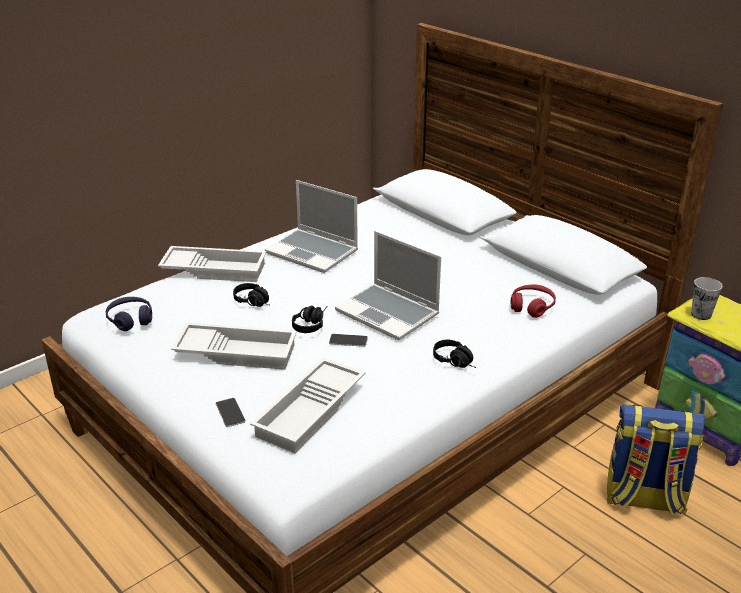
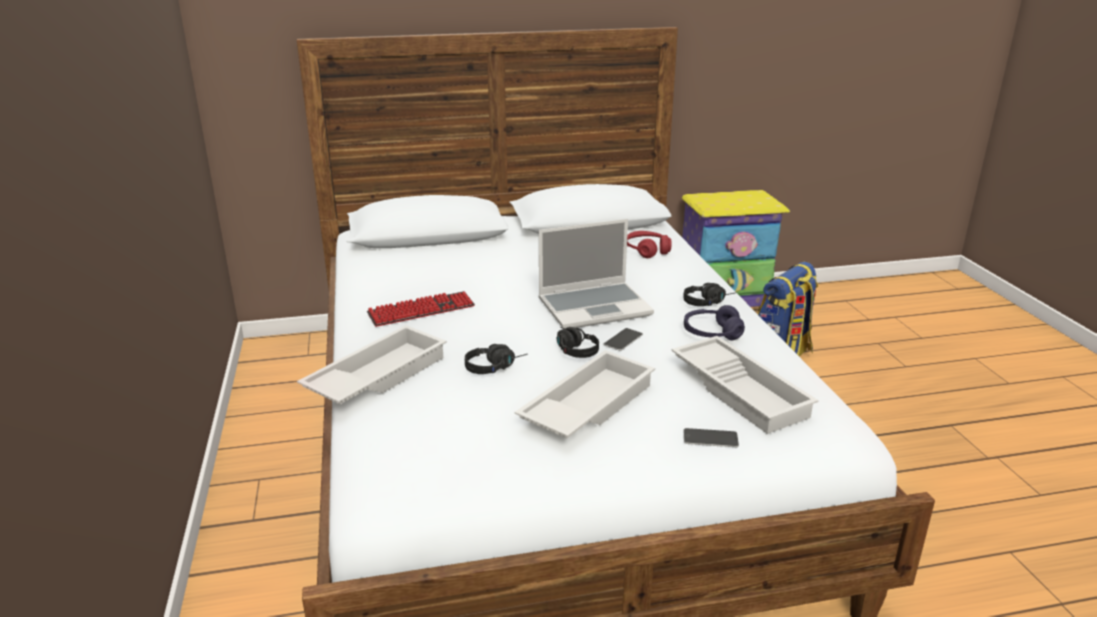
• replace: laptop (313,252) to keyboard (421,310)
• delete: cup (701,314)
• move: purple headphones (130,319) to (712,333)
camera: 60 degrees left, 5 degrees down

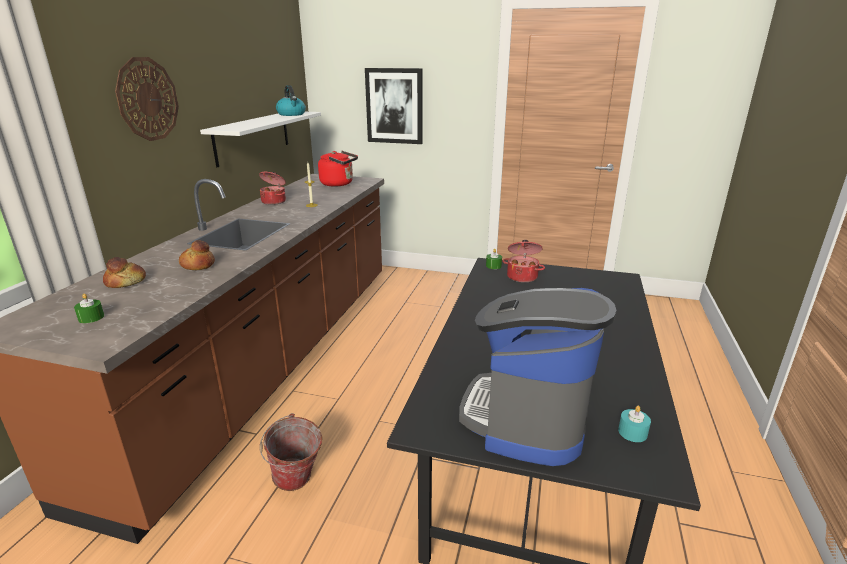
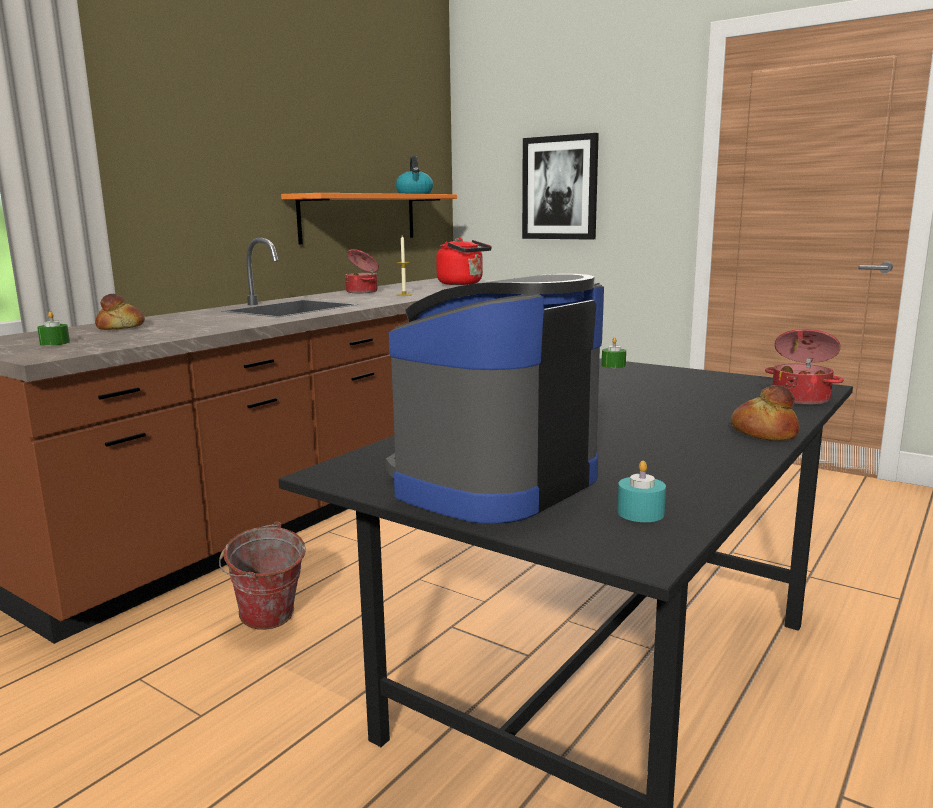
• delete: wall clock (147,99)
• recolor: white shelf (253,137) to orange shelf (359,217)
• move: bread (198,265) to (764,433)
• move: cooking pot (522,276) to (801,398)
camera: 20 degrees right, 10 degrees down

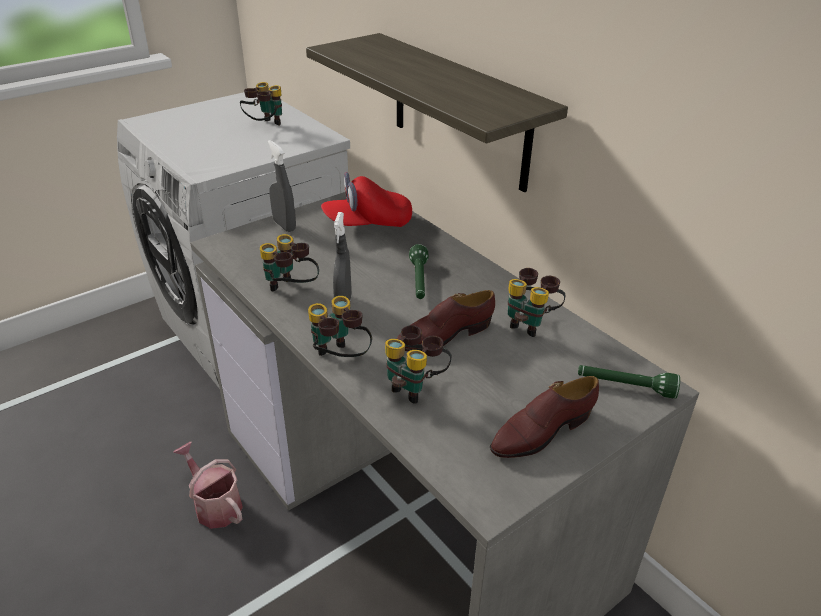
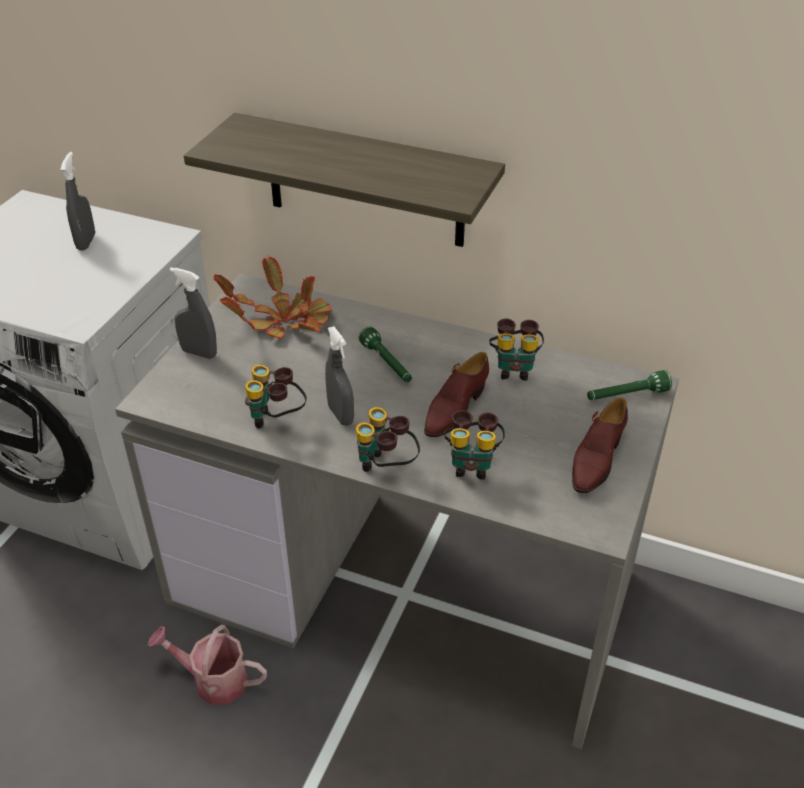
• replace: binoculars (265,126) to grey spray bottle (86,242)
• replace: red cap (367,224) to potted plant (283,320)
camera: 30 degrees left, 5 degrees up

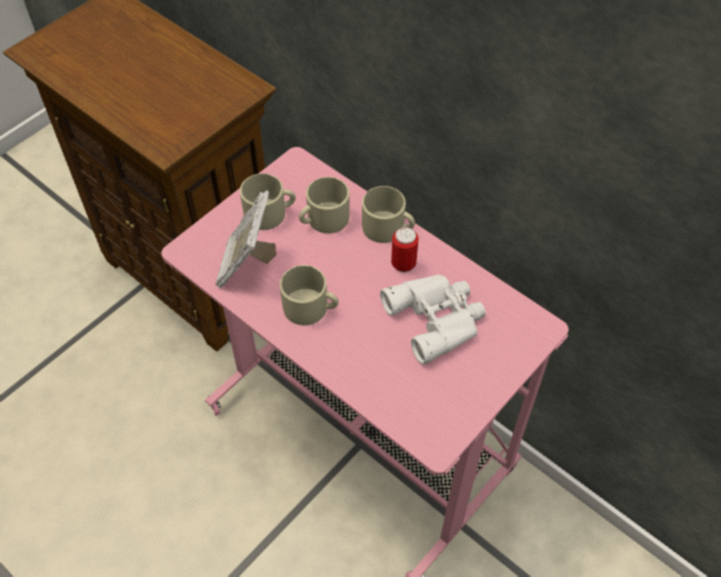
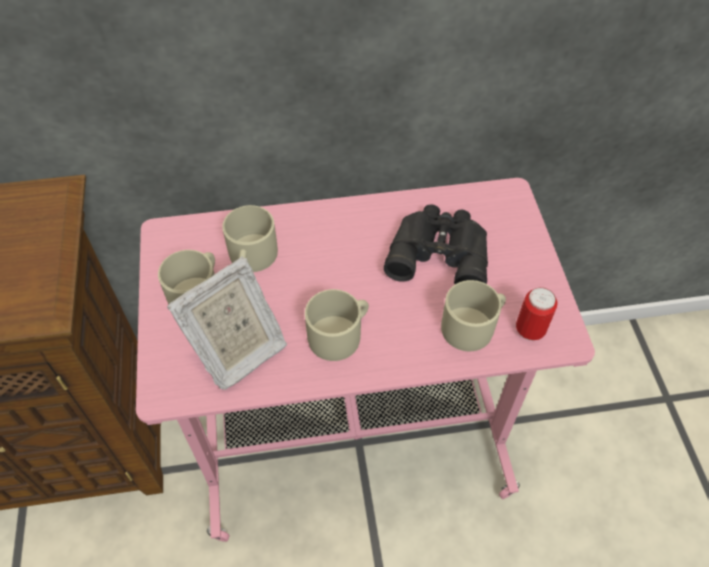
• move: beige mug (388,228) to (473,325)
• rotate: picture frame (247,265) = (237,352) 90 degrees counterclockwise
• move: can (403,264) to (530,330)
• recolor: white binoculars (437,318) to black binoculars (439,251)
camera: 50 degrees left, 0 degrees up

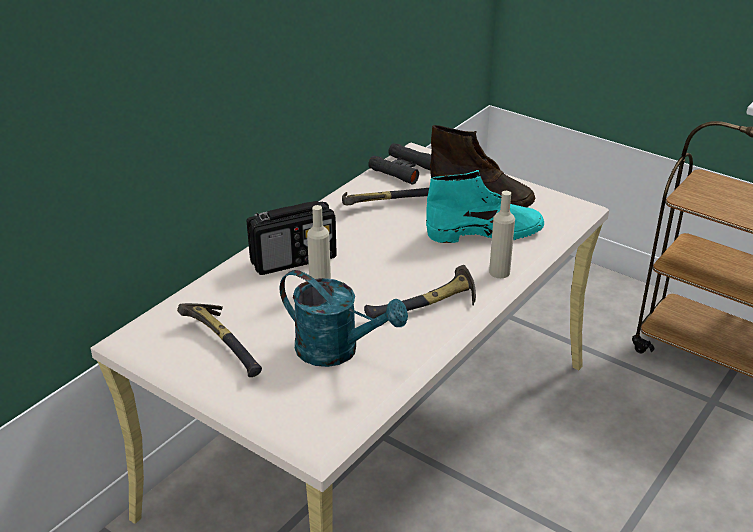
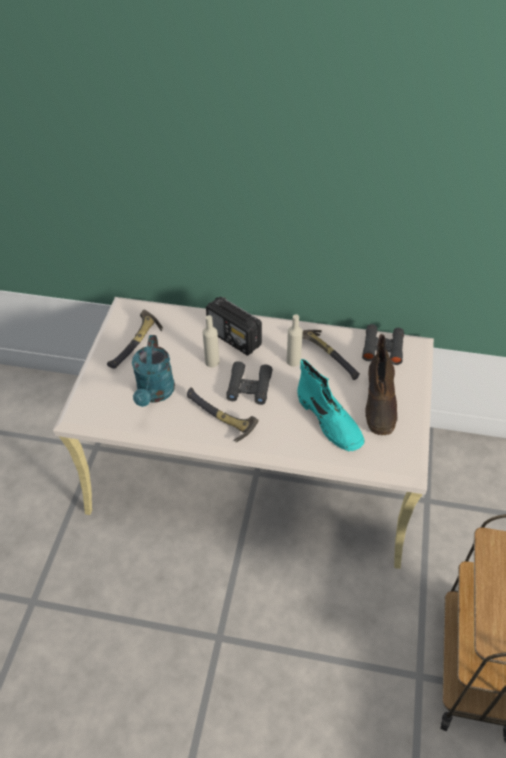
• move: beige bottle (499,272) to (293,361)
• insert: black binoculars (249,387)
camera: 65 degrees right, 15 degrees up

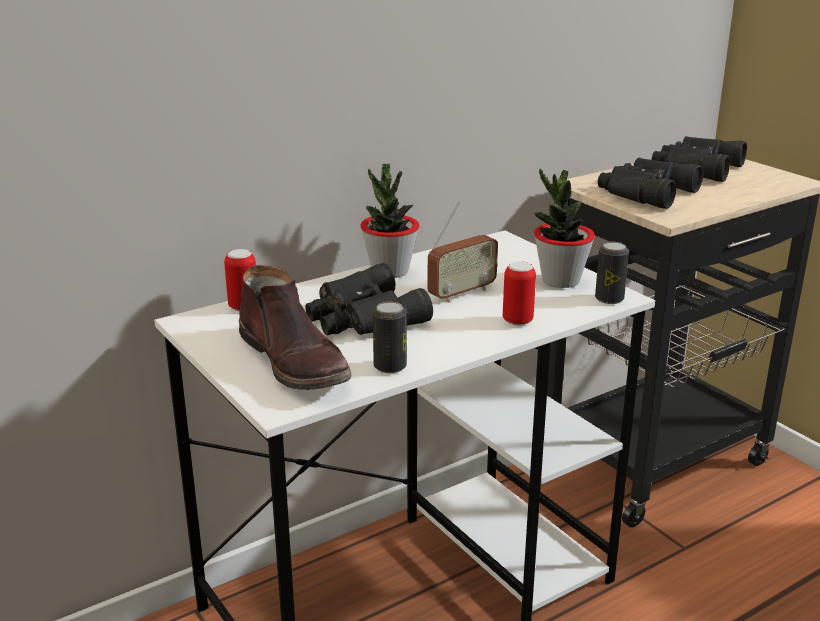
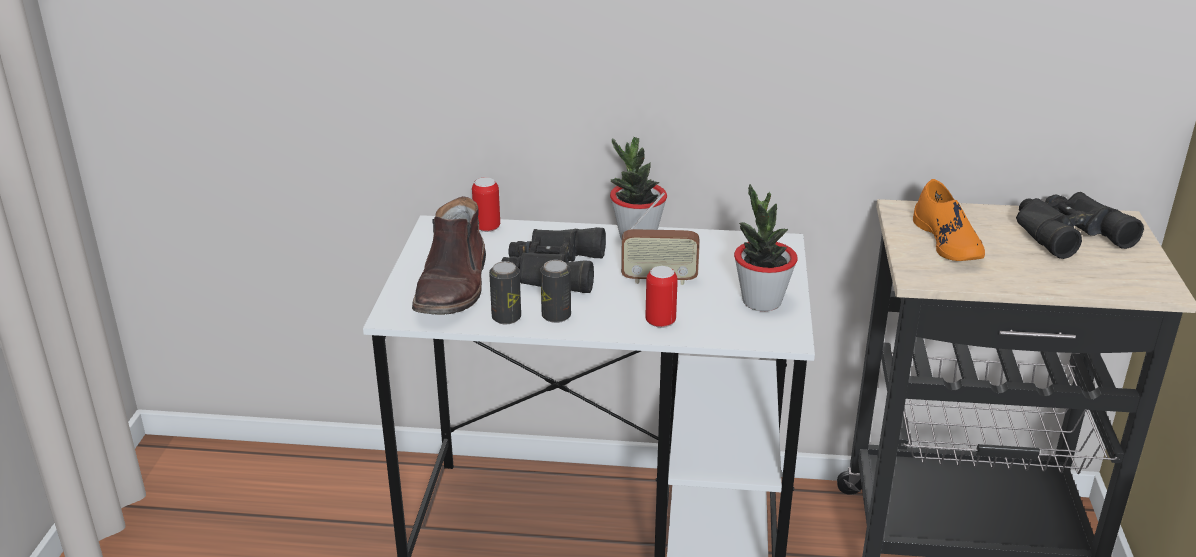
• replace: black binoculars (643,192) to orange shoe (948,241)
• move: can (609,299) to (556,316)
camera: 40 degrees right, 5 degrees up

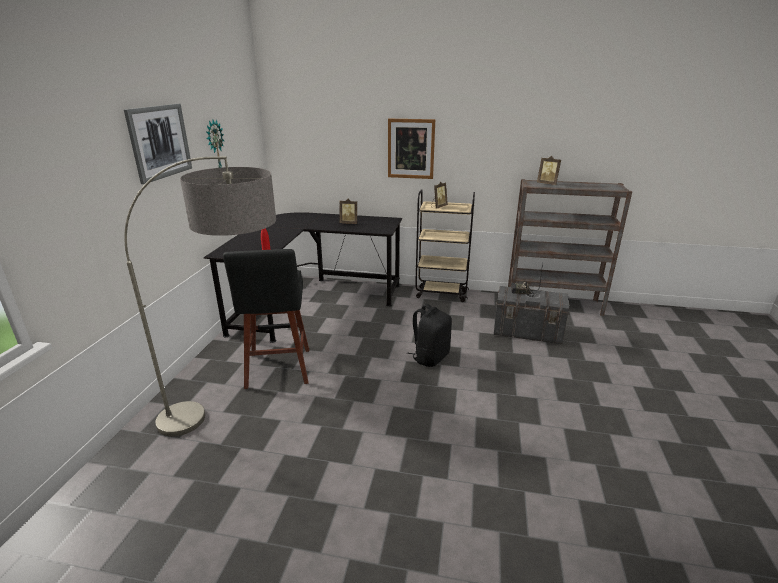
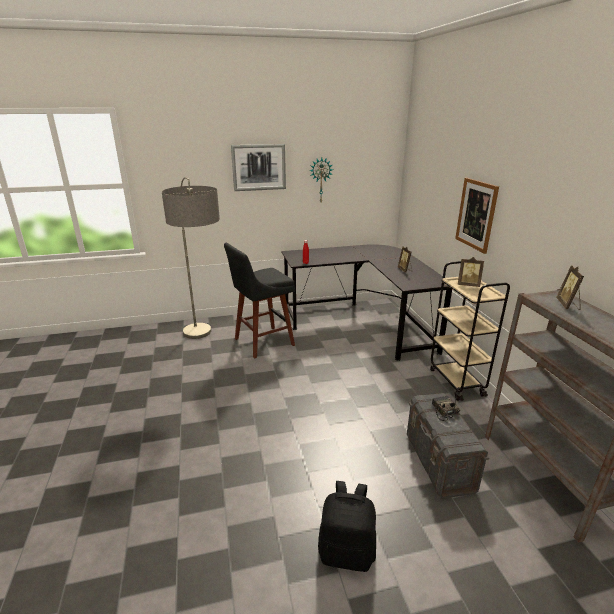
• move: black backpack (430,357) to (347,552)
camera: 65 degrees right, 0 degrees up

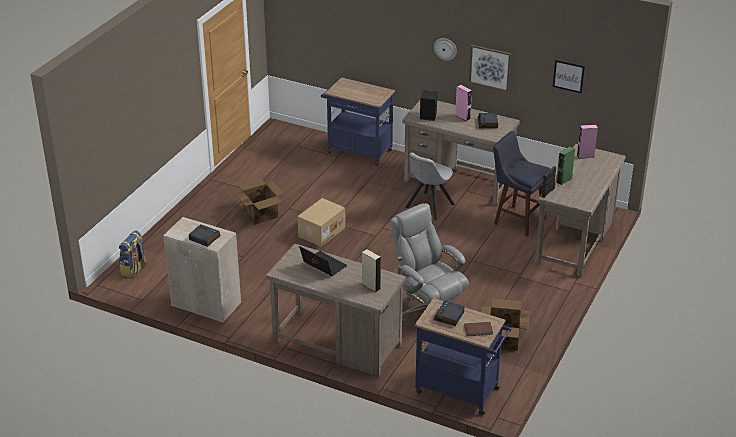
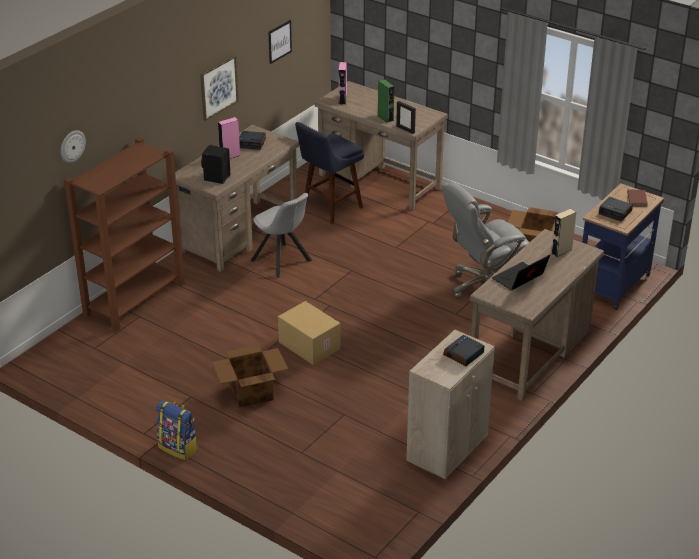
• move: wall clock (445,48) to (72,146)
• replace: blue cart (357,151) to brown bookcase (134,299)
• move: backpack (134,269) to (179,448)
camera: 80 degrees left, 0 degrees up

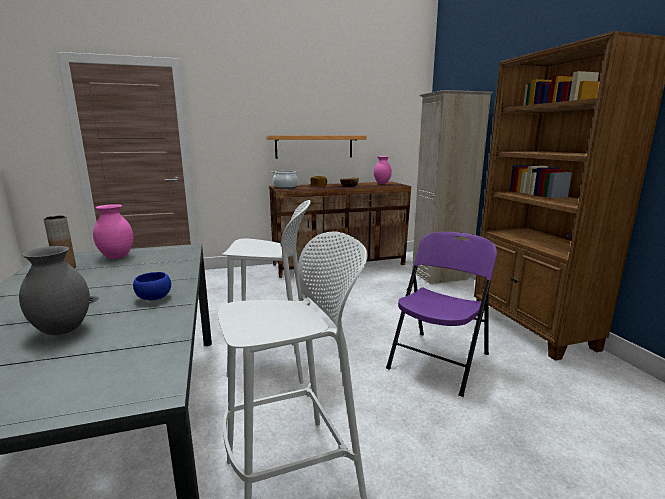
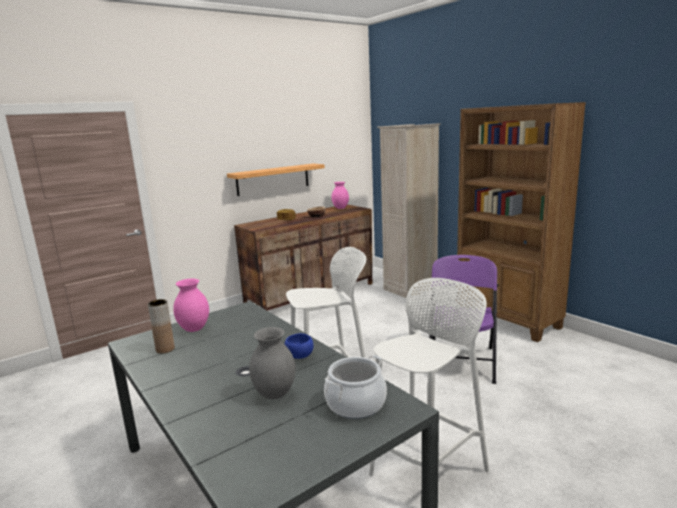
• move: cooking pot (286,187) to (356,404)
camera: 20 degrees left, 0 degrees up

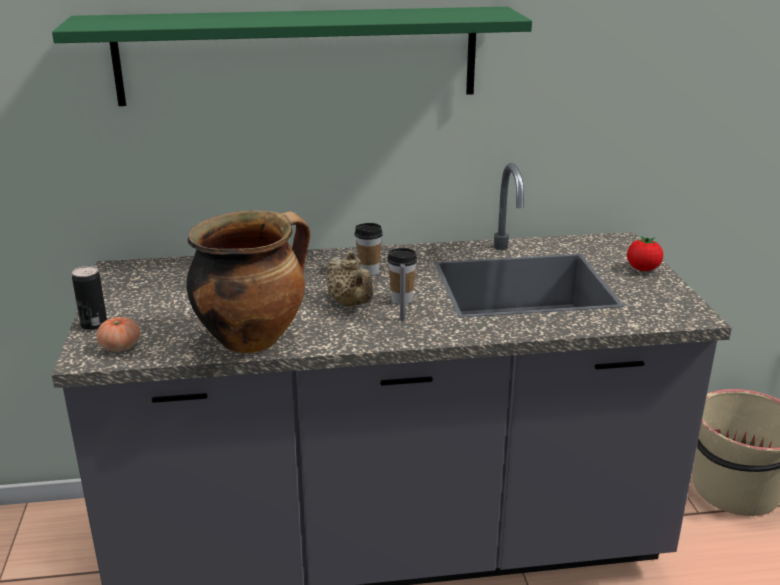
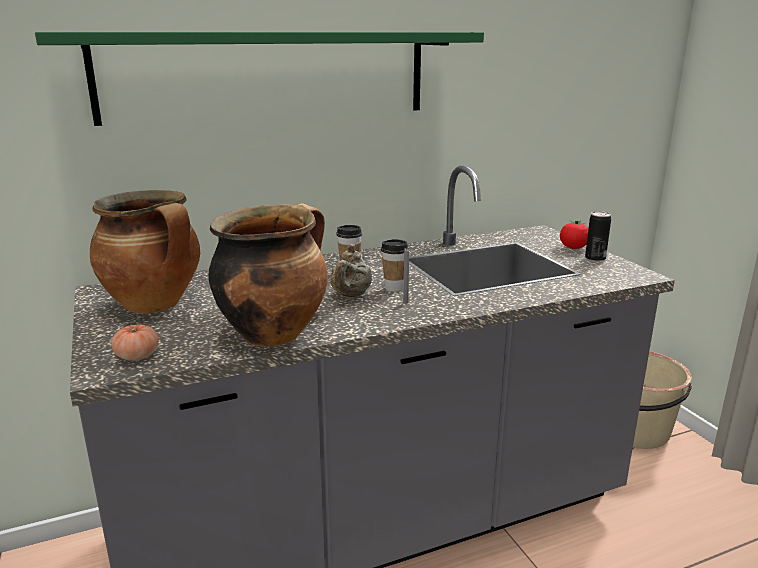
• rotate: beige teapot (351,304) = (350,295) 60 degrees clockwise
• move: can (94,324) to (595,258)
• insert: cooking pot (156,305)
camera: 15 degrees left, 5 degrees down

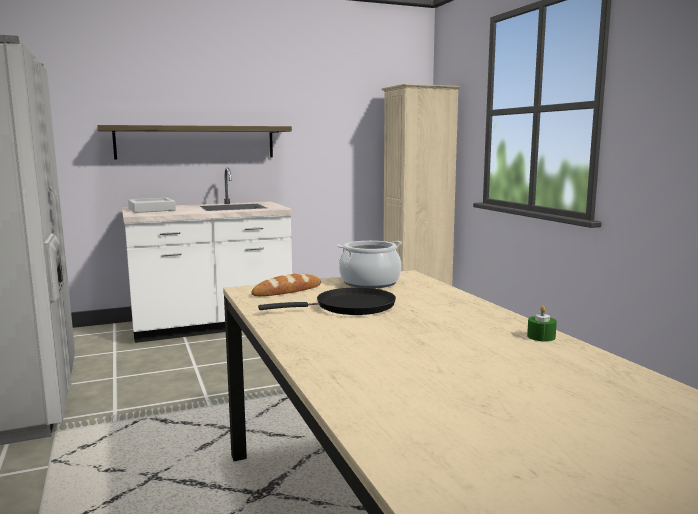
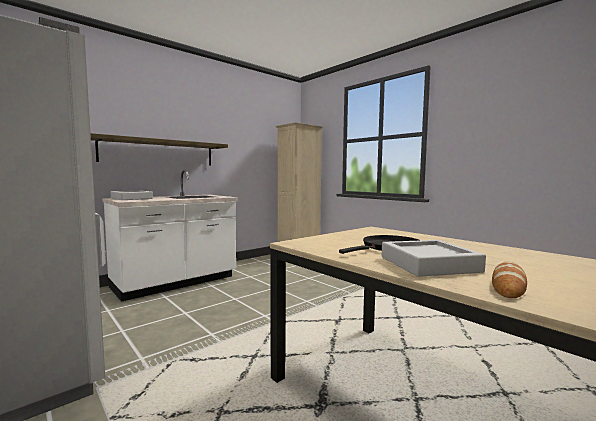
• delete: cooking pot (370,283)
• move: bread (287,291) to (508,284)
• delete: green candle (541,337)
• insert: grey tray (428,264)
camera: 20 degrees left, 5 degrees down

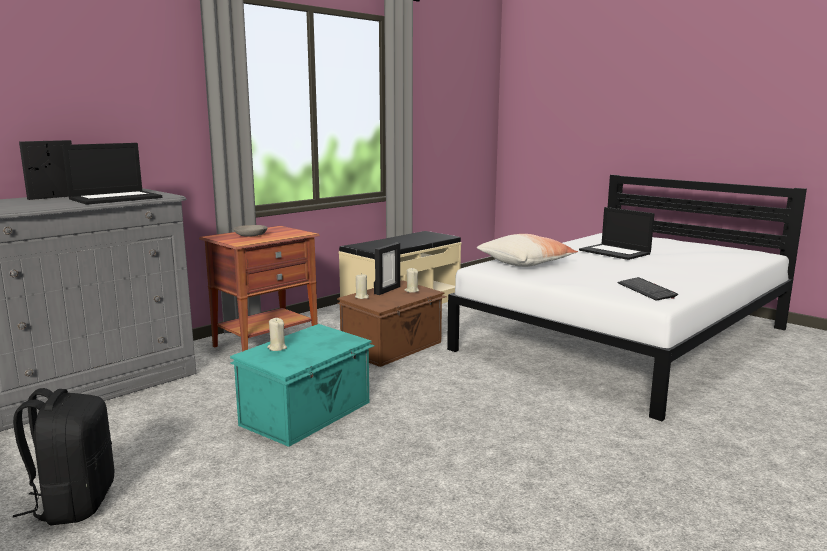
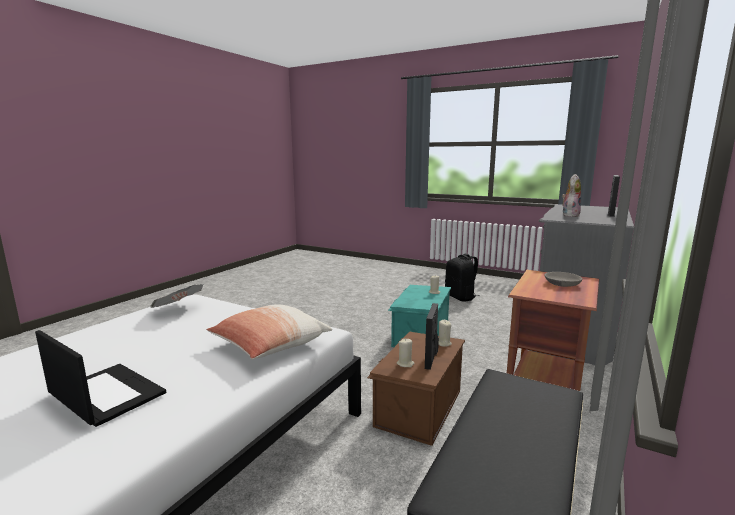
• replace: laptop (116,198) to plush toy (569,215)
• replace: keyboard (646,290) to newspaper (178,309)
camera: 165 degrees right, 0 degrees up

